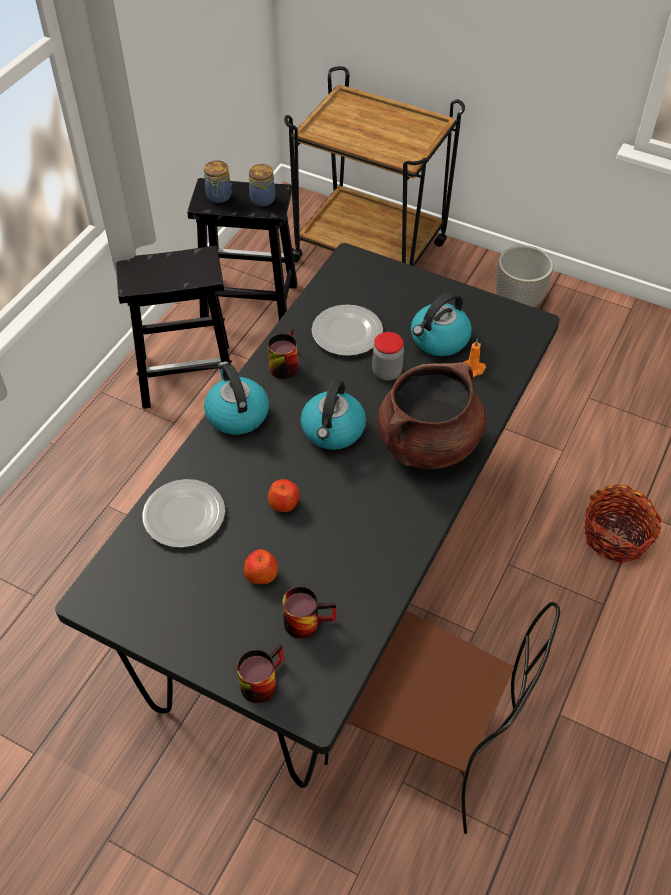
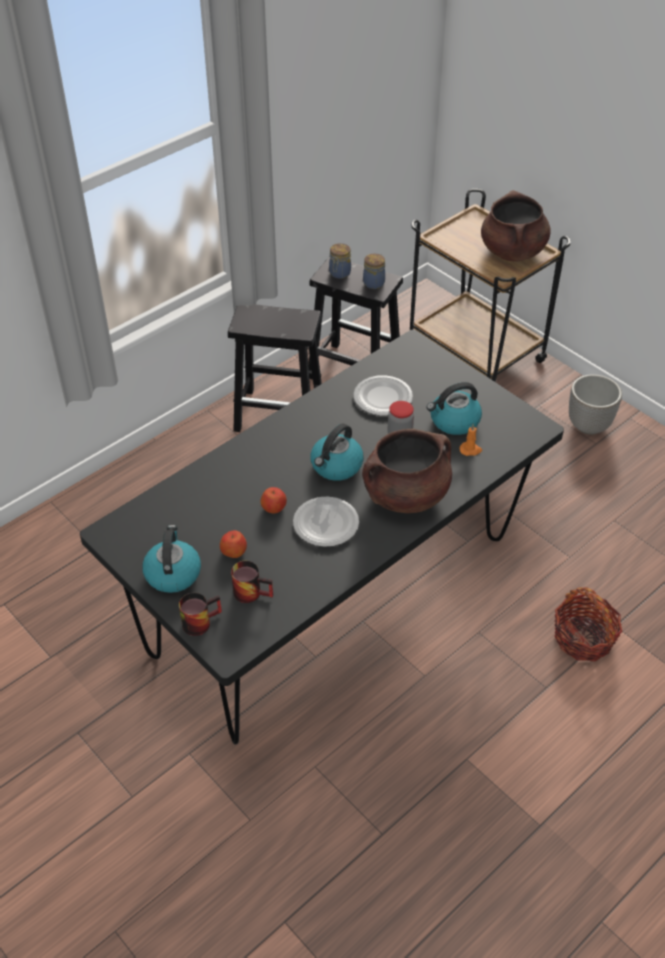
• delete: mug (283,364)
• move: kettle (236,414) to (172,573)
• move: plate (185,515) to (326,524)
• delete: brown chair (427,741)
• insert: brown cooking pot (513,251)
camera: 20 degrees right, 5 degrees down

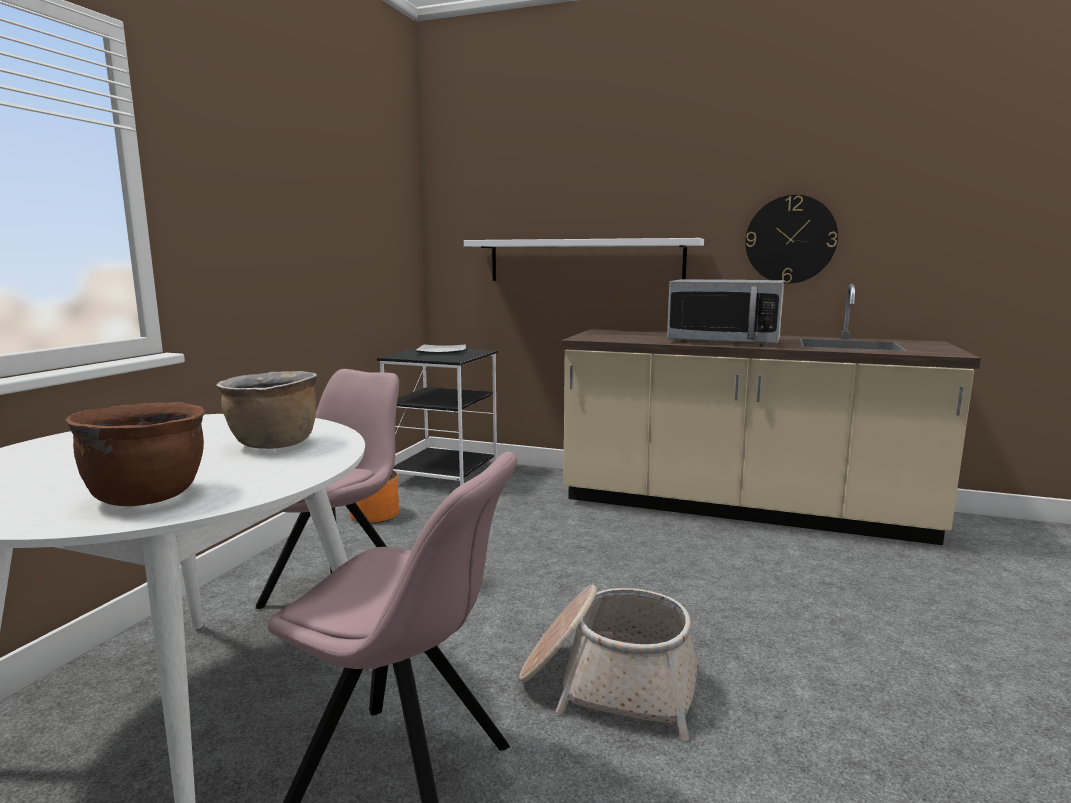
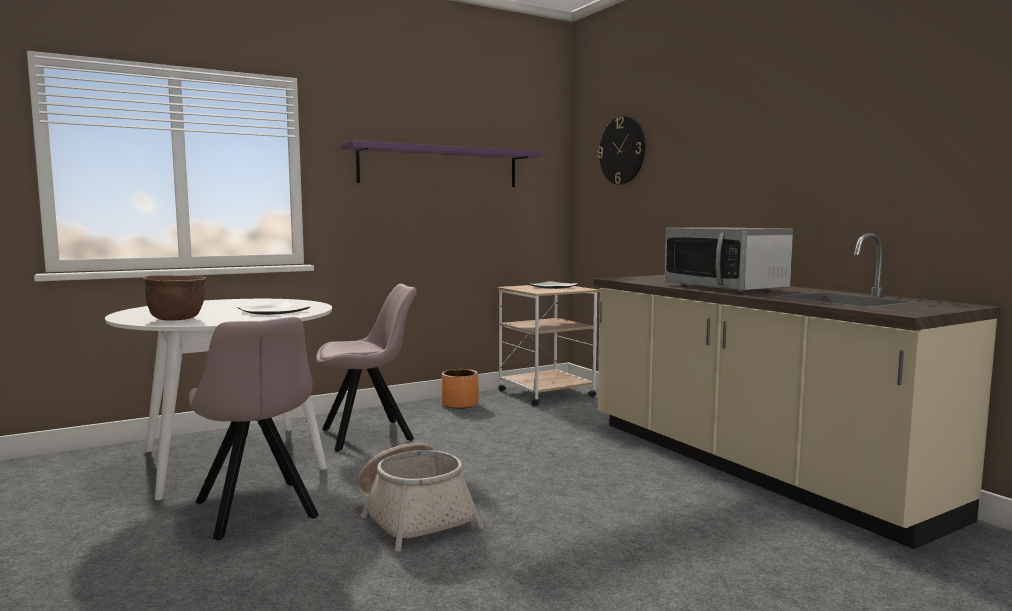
• move: wall clock (790,239) to (622,150)
• delete: white shelf (584,261)
• recolor: black cart (444,477) to beige cart (547,393)
• replace: brown cooking pot (273,444) to plate (273,311)
• insert: purple shelf (440,167)
camera: 40 degrees right, 5 degrees down

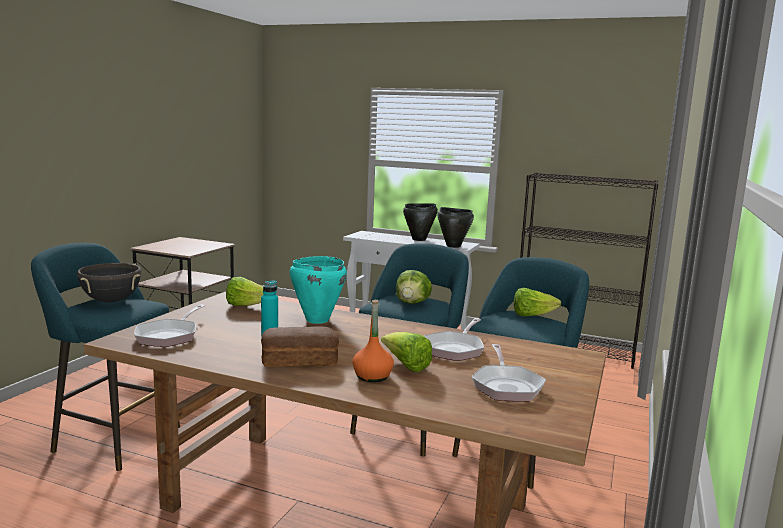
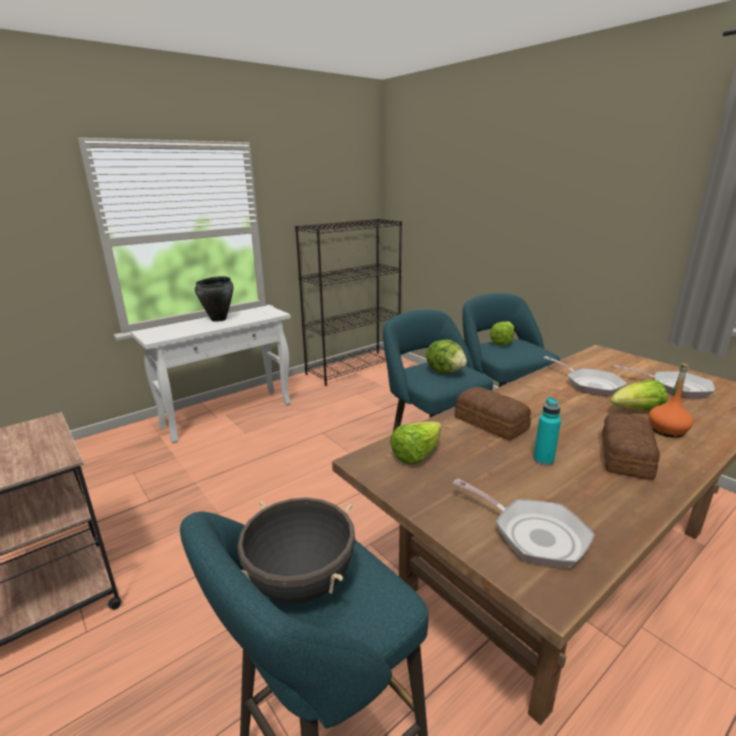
• delete: black cooking pot (453,246)
• replace: turquoise cooking pot (317,320) to bread (491,423)
camera: 60 degrees left, 10 degrees up

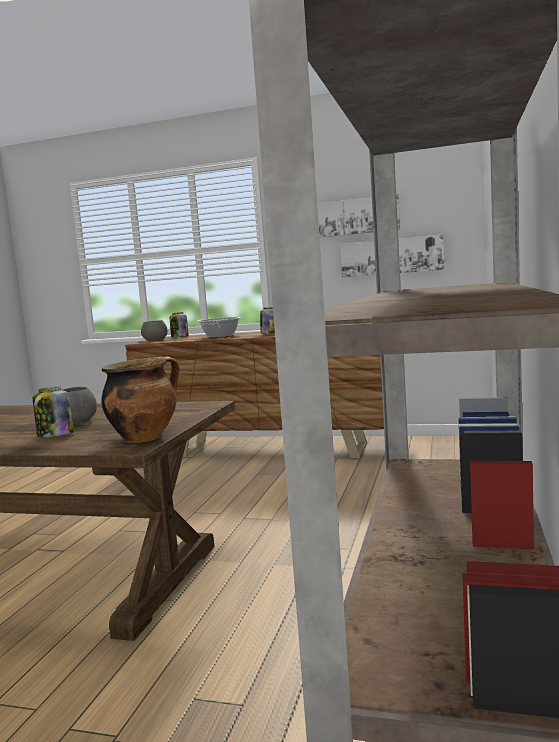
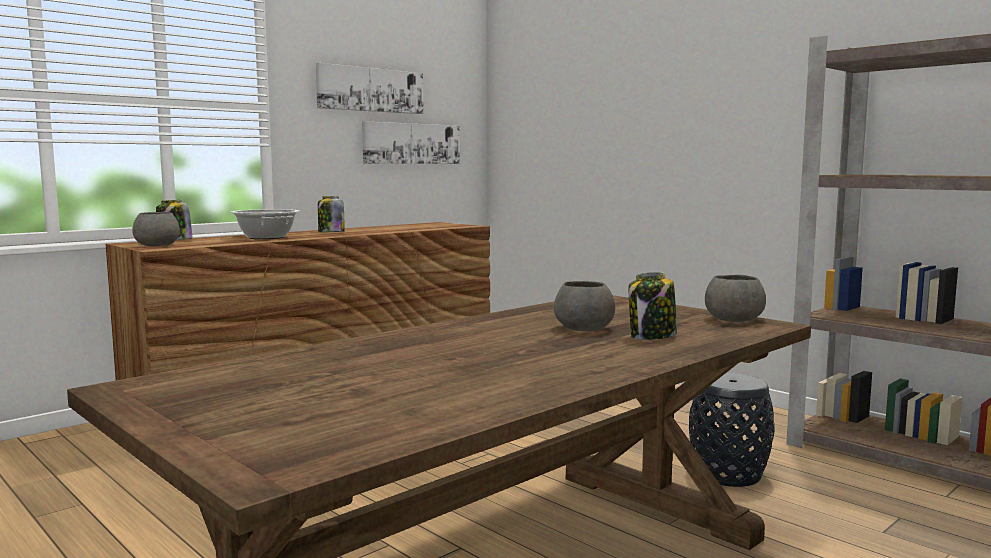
• replace: cooking pot (145,437) to grey bowl (732,319)
• insert: black stool (729,474)
camera: 60 degrees left, 0 degrees up

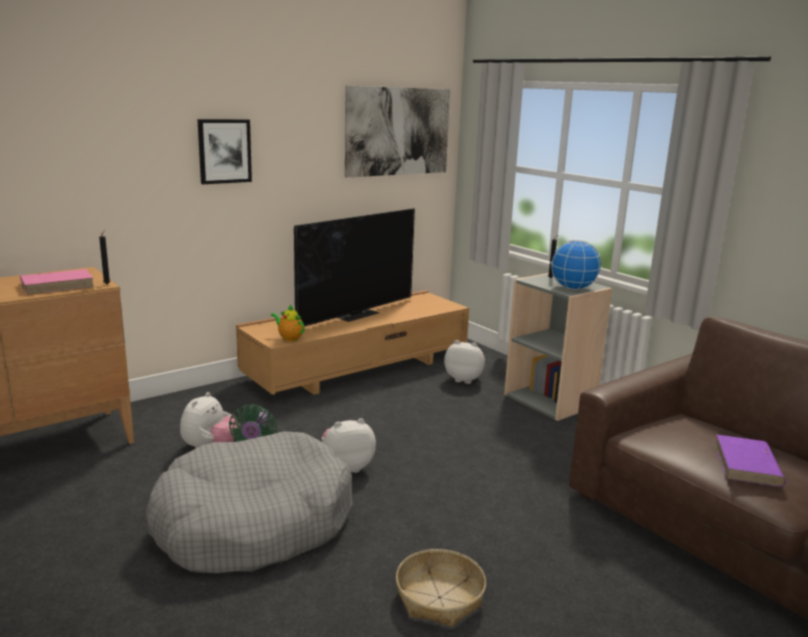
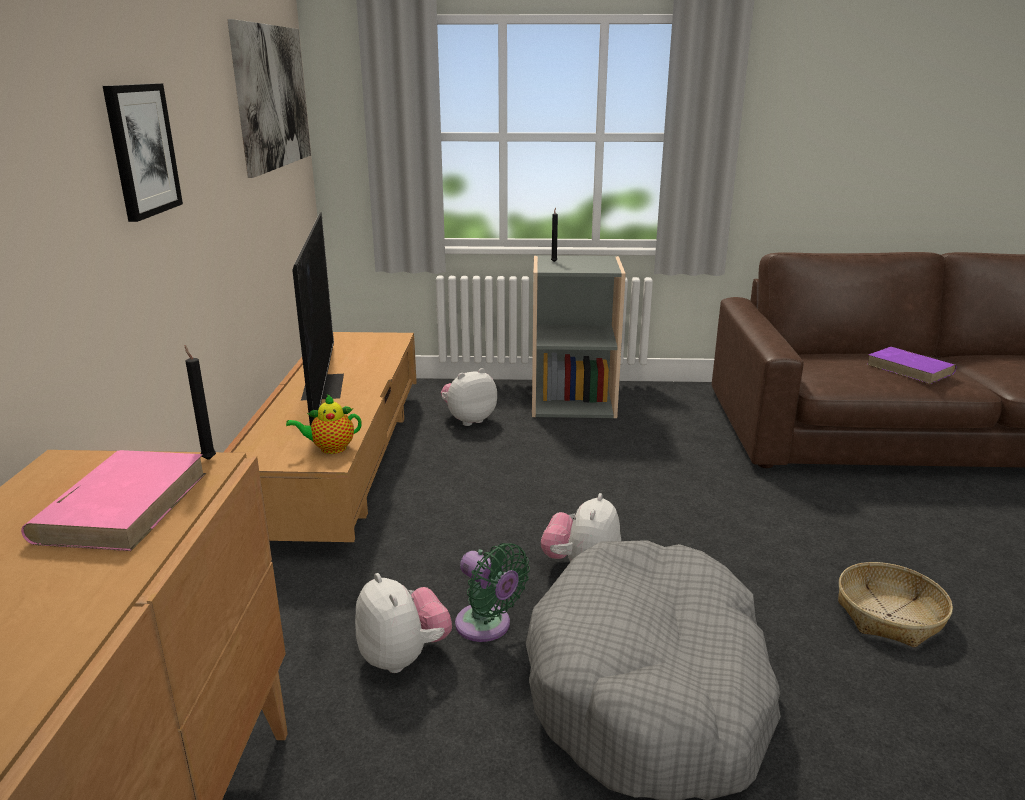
• delete: globe (573,289)
camera: 50 degrees left, 5 degrees up

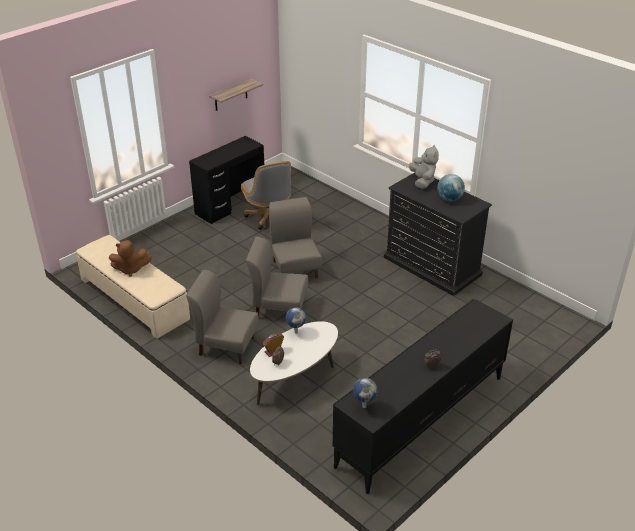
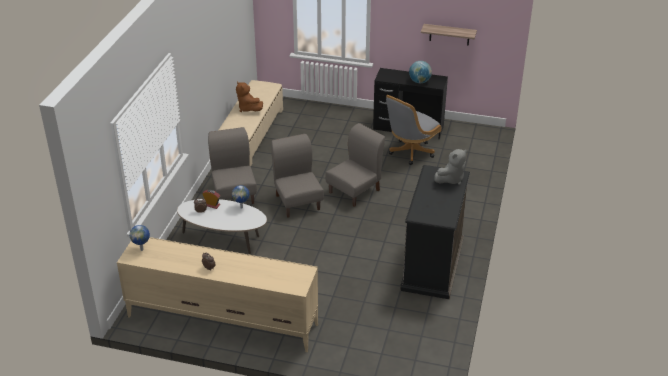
• move: globe (449,199) to (419,81)
• recolor: black cabinet (421,421) to beige cabinet (221,321)
camera: 60 degrees right, 0 degrees up

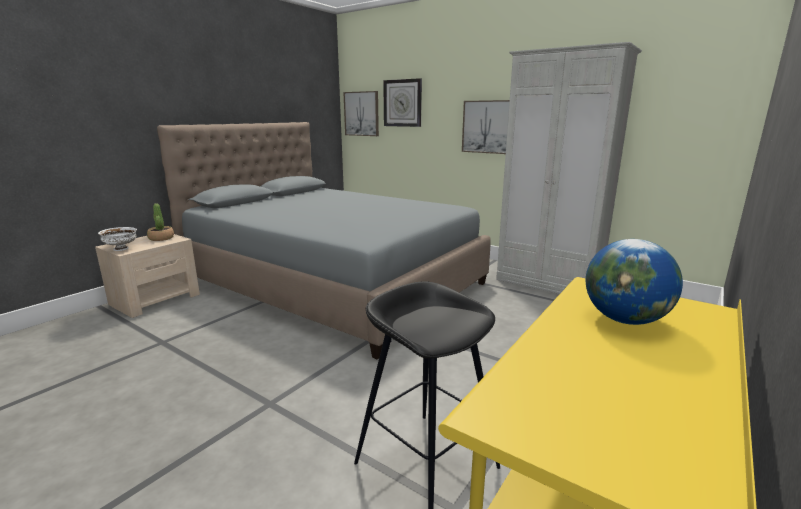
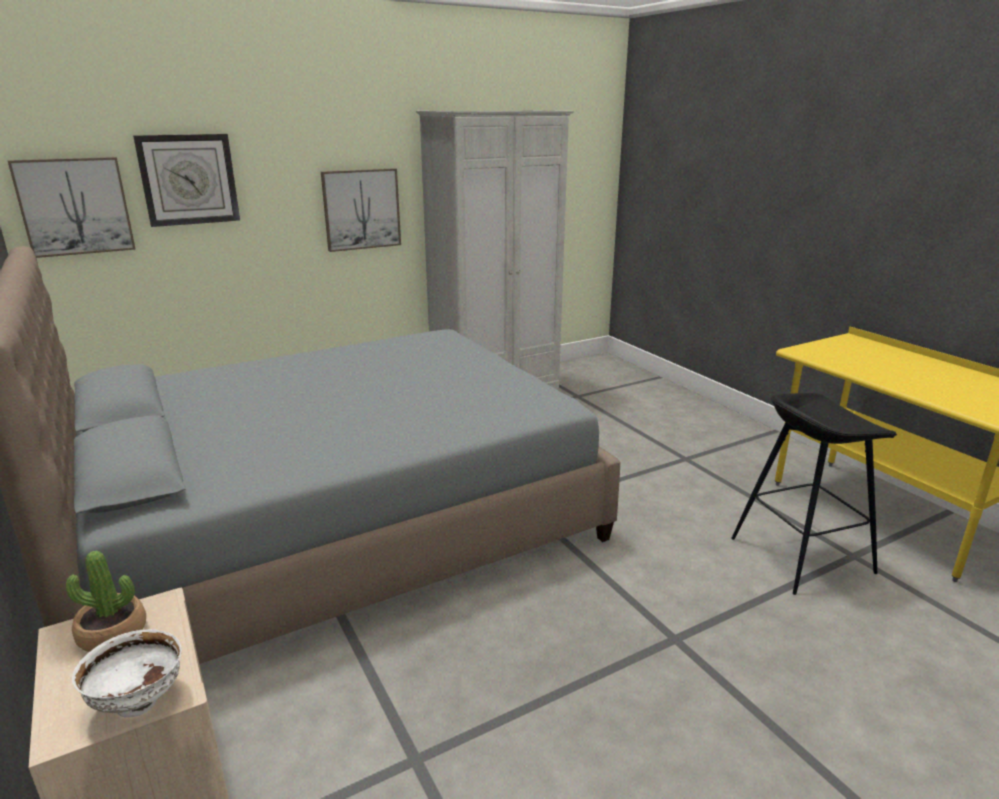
• delete: globe (625,320)
camera: 65 degrees left, 5 degrees up

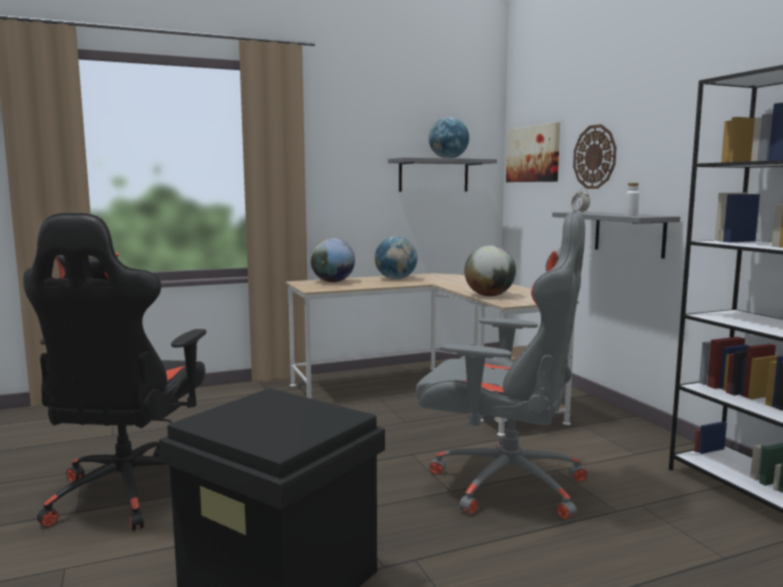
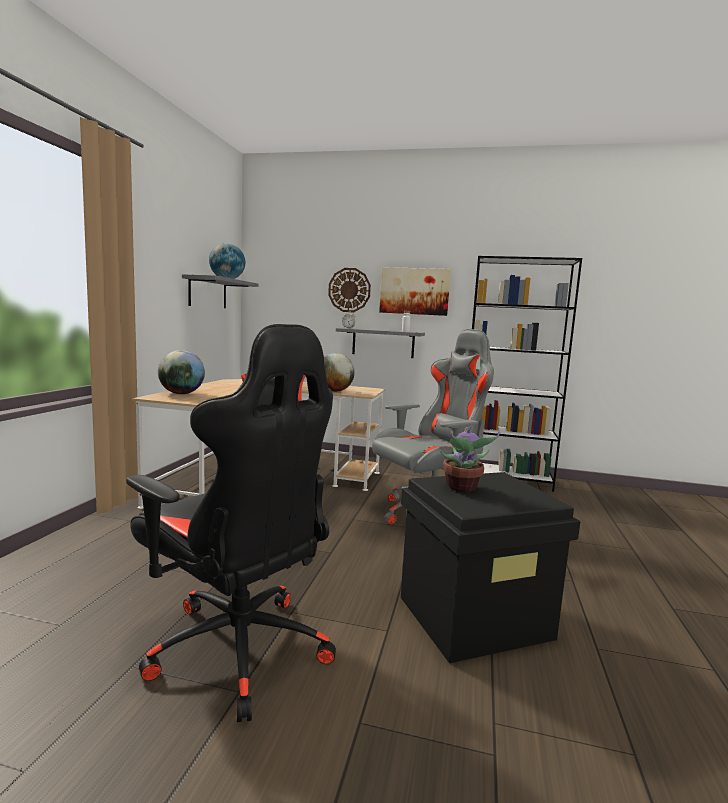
• move: picture (533,154) to (414,291)
• delete: globe (396,279)
• insert: potted plant (462,488)
camera: 55 degrees left, 0 degrees up

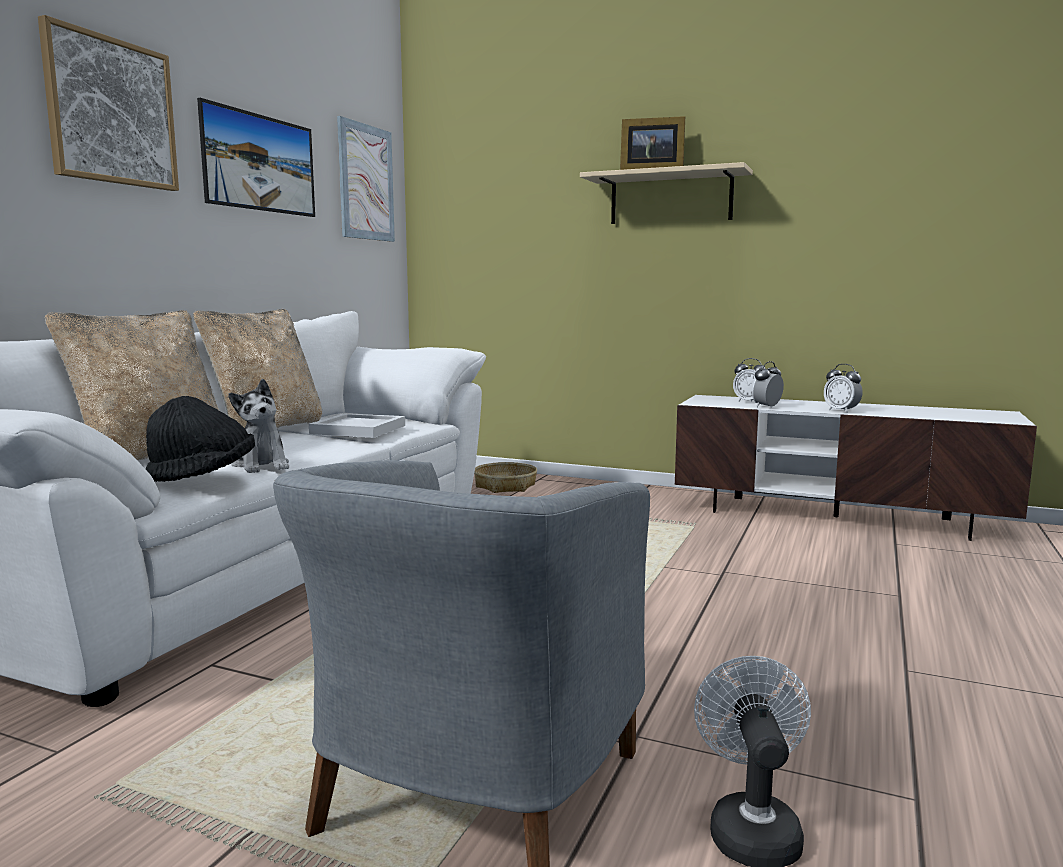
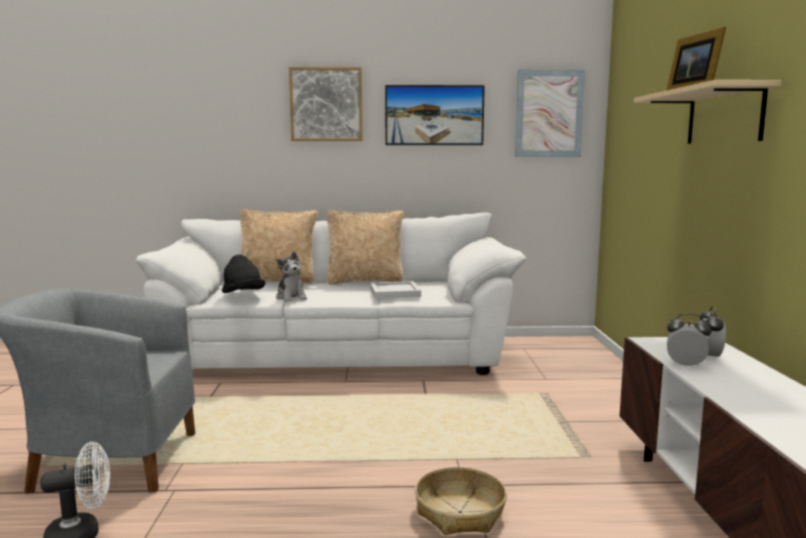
• delete: alarm clock (841,411)
• rotate: plush toy (261,465) = (291,297) 60 degrees counterclockwise
• move: basket (505,486) to (460,512)
camera: 65 degrees right, 0 degrees up

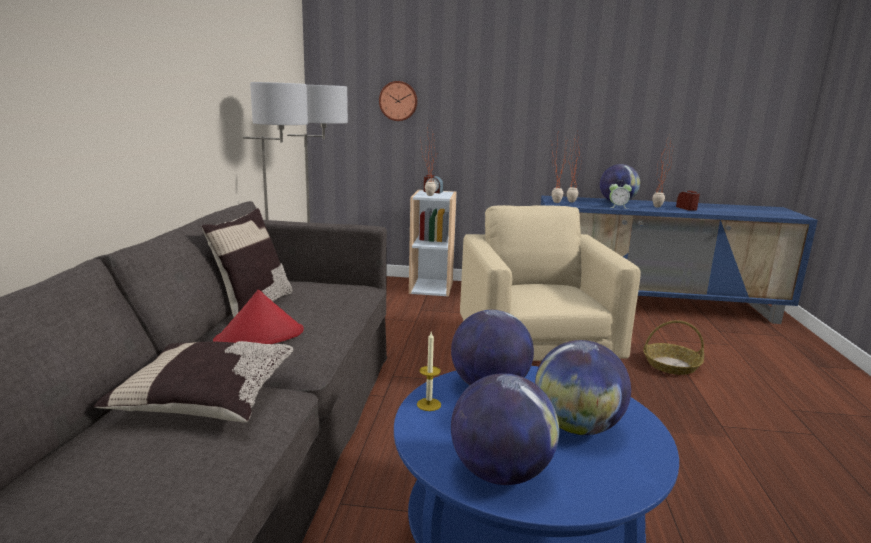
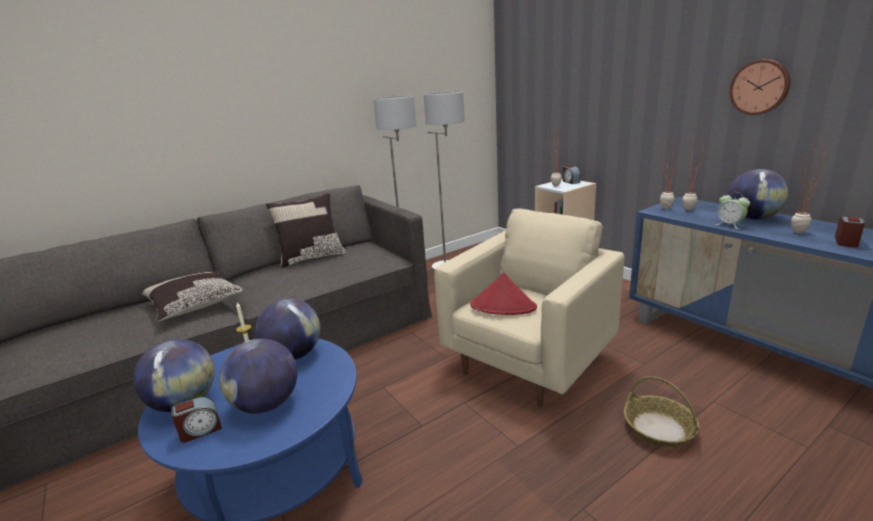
• move: wall clock (398,101) to (760,87)
• move: red hat (260,337) to (503,306)
• insert: alarm clock (200,430)
camera: 50 degrees right, 5 degrees up

